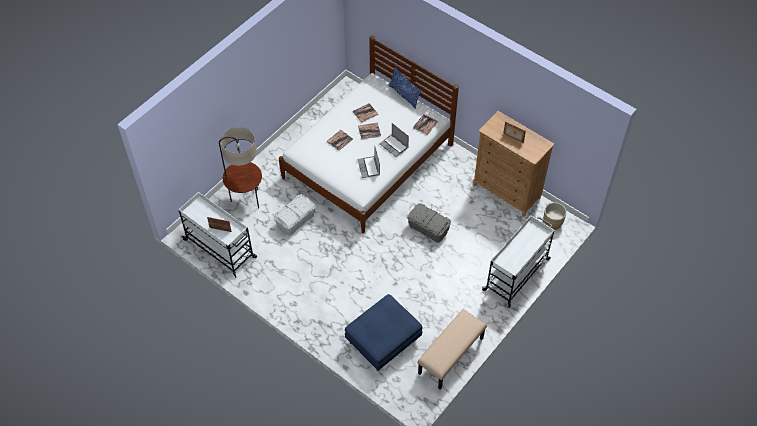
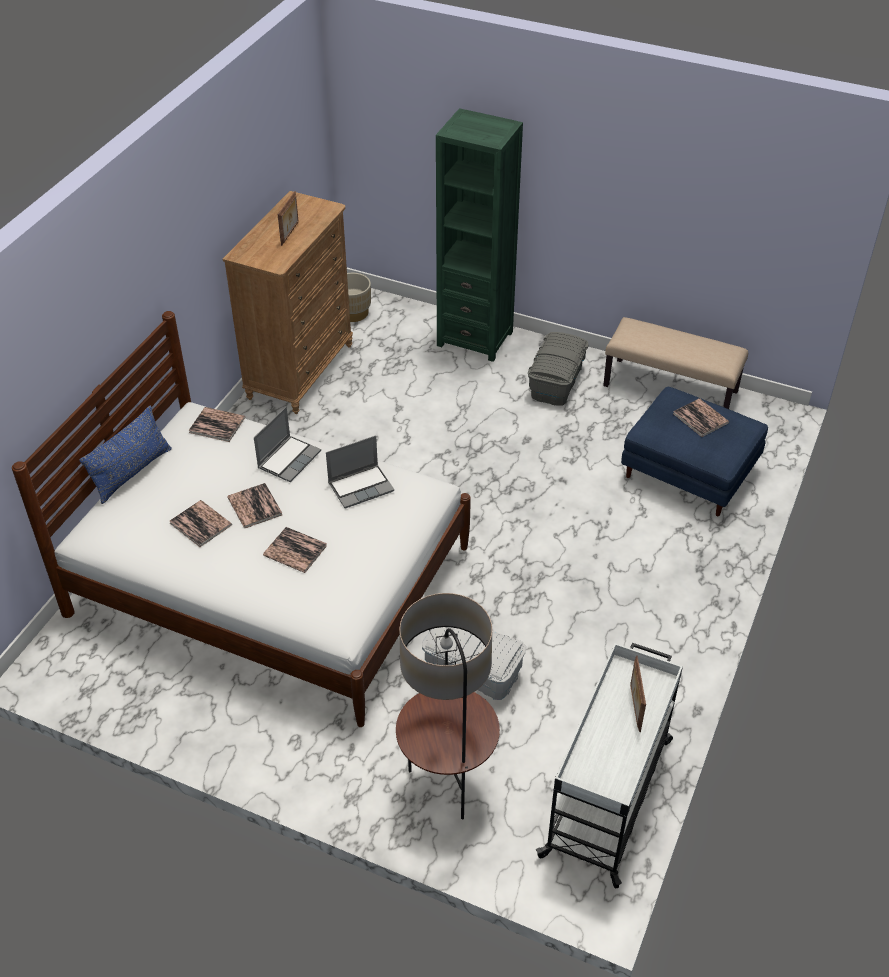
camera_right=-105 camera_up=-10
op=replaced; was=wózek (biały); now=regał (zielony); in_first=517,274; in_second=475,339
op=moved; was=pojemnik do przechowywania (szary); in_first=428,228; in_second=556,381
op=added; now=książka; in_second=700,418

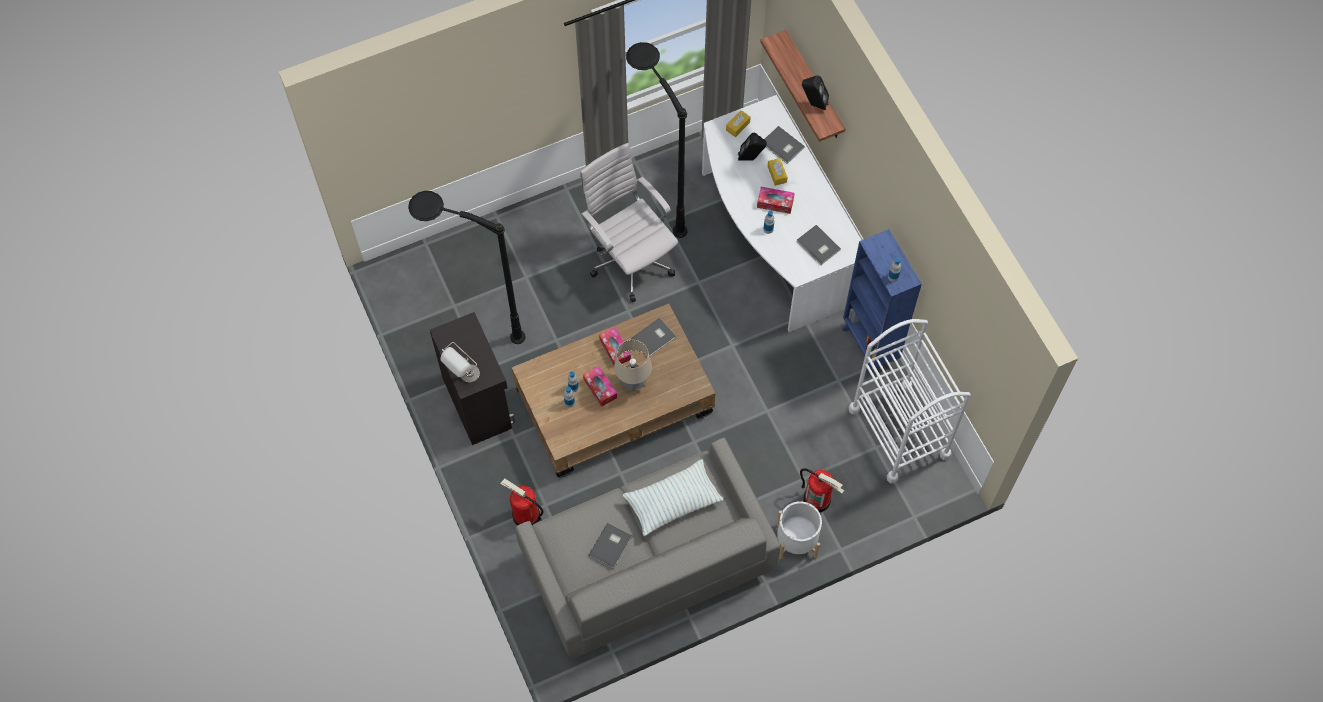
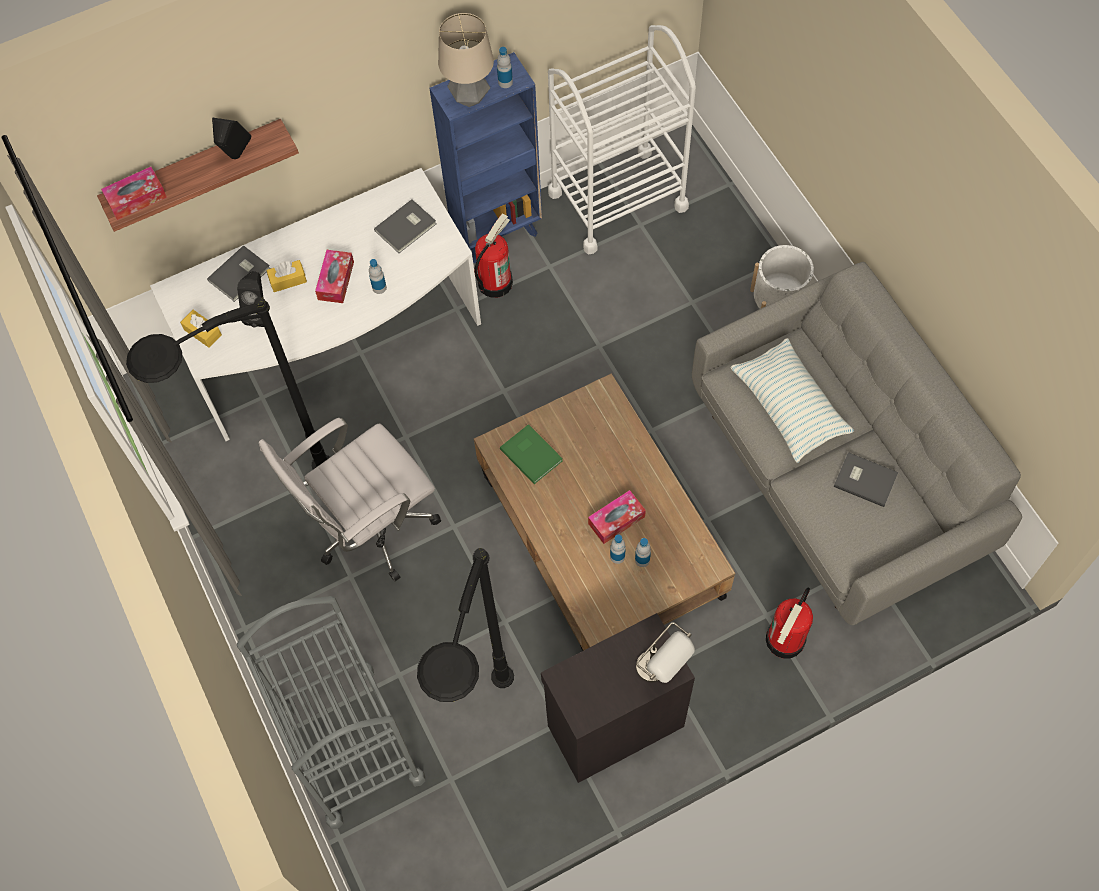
camera_right=-90 camera_up=0
op=moved; was=pudełko chusteczek; in_first=615,349; in_second=136,198
op=added; now=wózek (szary); in_second=350,745
op=moved; was=lampa stołowa; in_first=633,382; in_second=469,98
op=moved; was=gaśnica; in_first=817,499; in_second=494,282
op=recoloured; was=książka (szary); now=książka (zielony); in_first=654,338; in_second=531,453

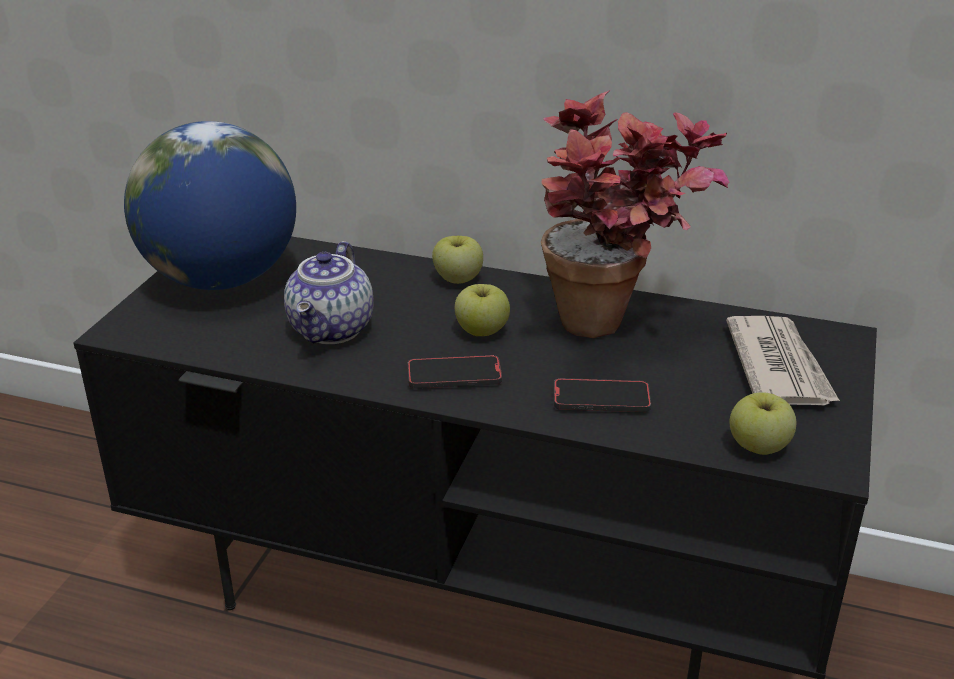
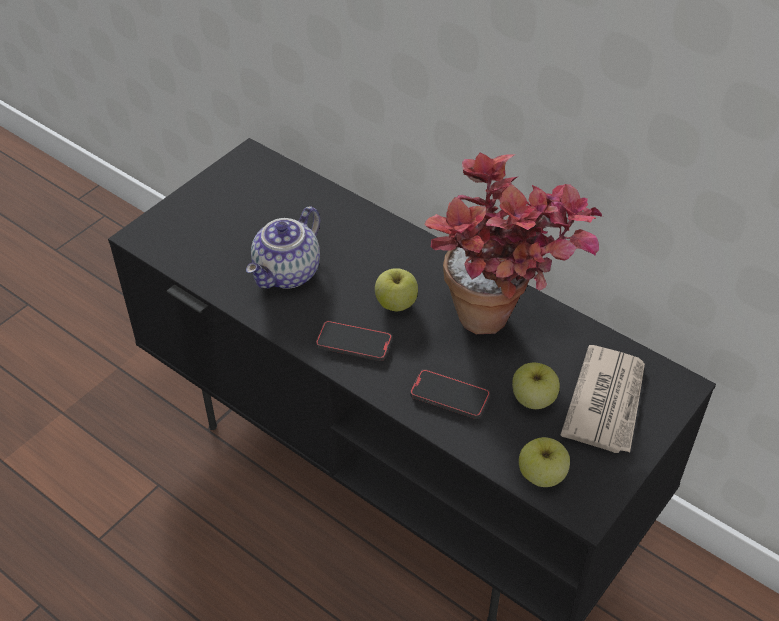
camera_right=20 camera_up=15
op=moved; was=jabłko; in_first=458,279; in_second=533,399
op=removed; was=globus; in_first=222,279

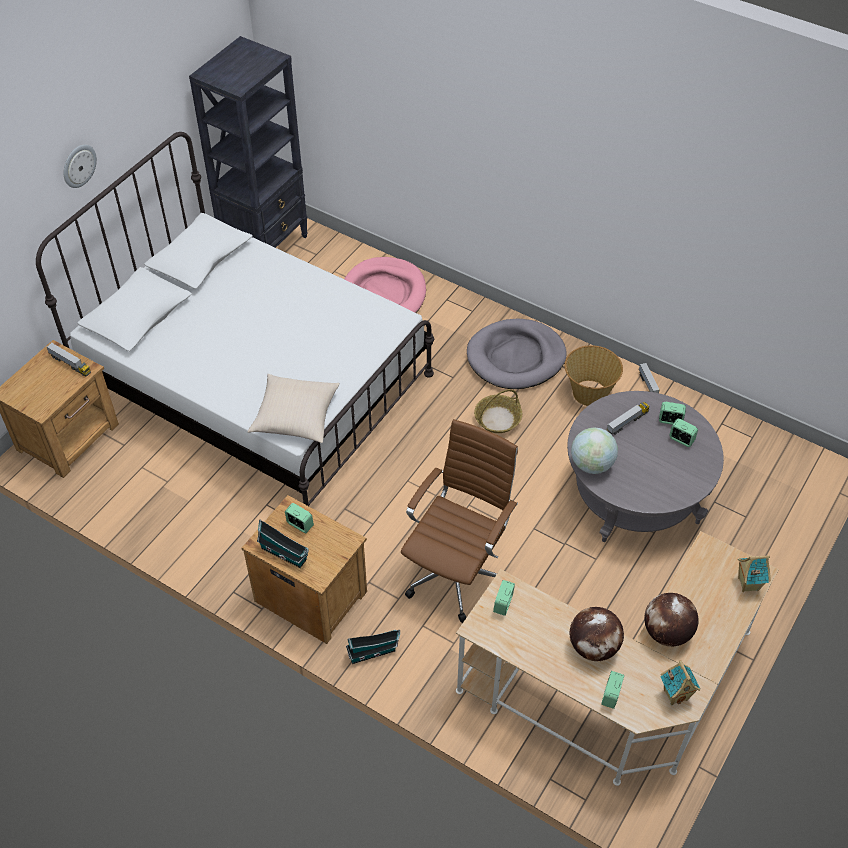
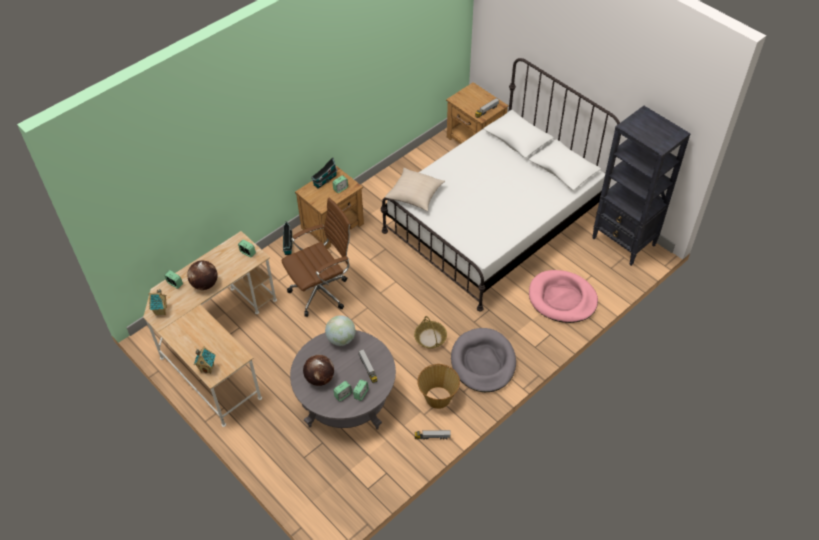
camera_right=105 camera_up=0
op=turned; was=krzesło biurowe (brązowy); in_first=457,572; in_second=322,291; clockwise=-75
op=moved; was=globus; in_first=666,633; in_second=319,378
op=removed; was=zegar ścienny; in_first=78,165

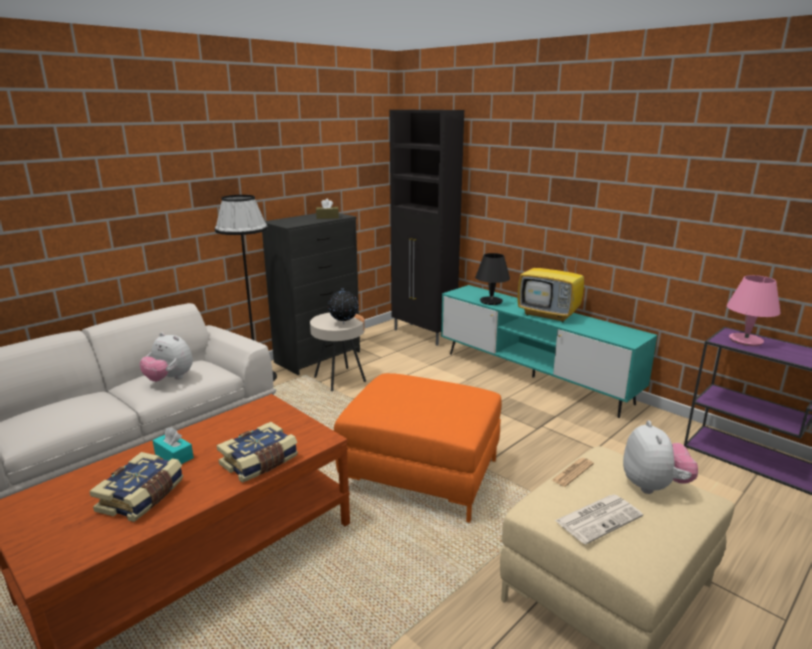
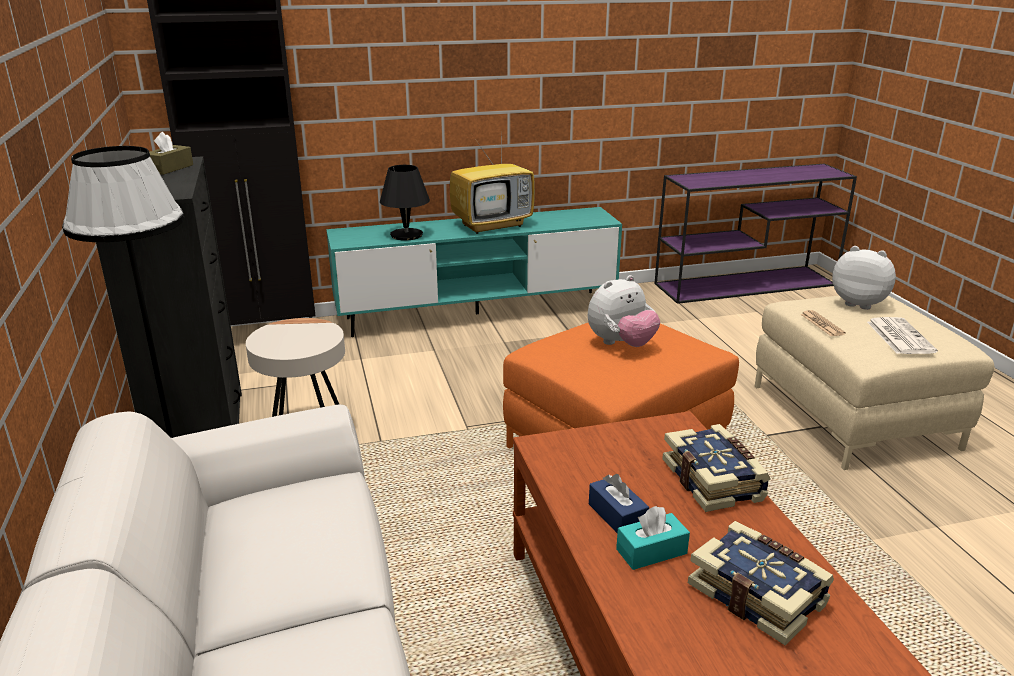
camera_right=-60 camera_up=5
op=moved; was=pluszak; in_first=169,379; in_second=621,344
op=added; now=pudełko chusteczek (niebieski); in_second=617,516
op=removed; was=globus; in_first=344,324
op=removed; was=lampa stołowa (różowy); in_first=746,340

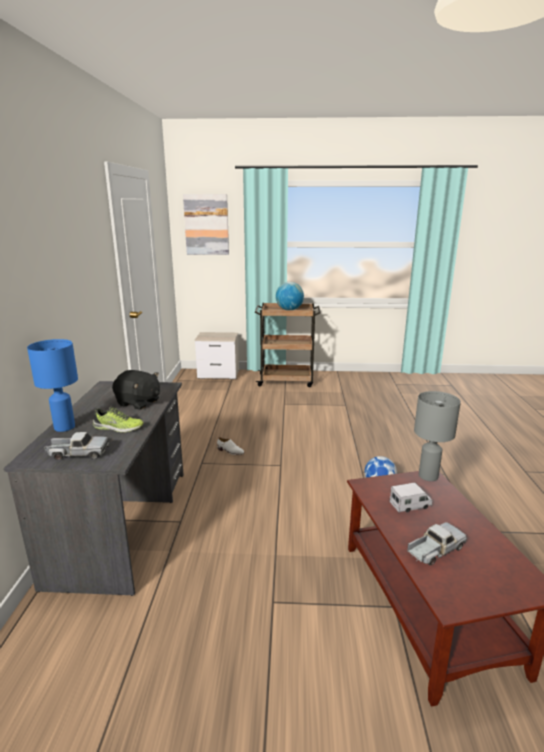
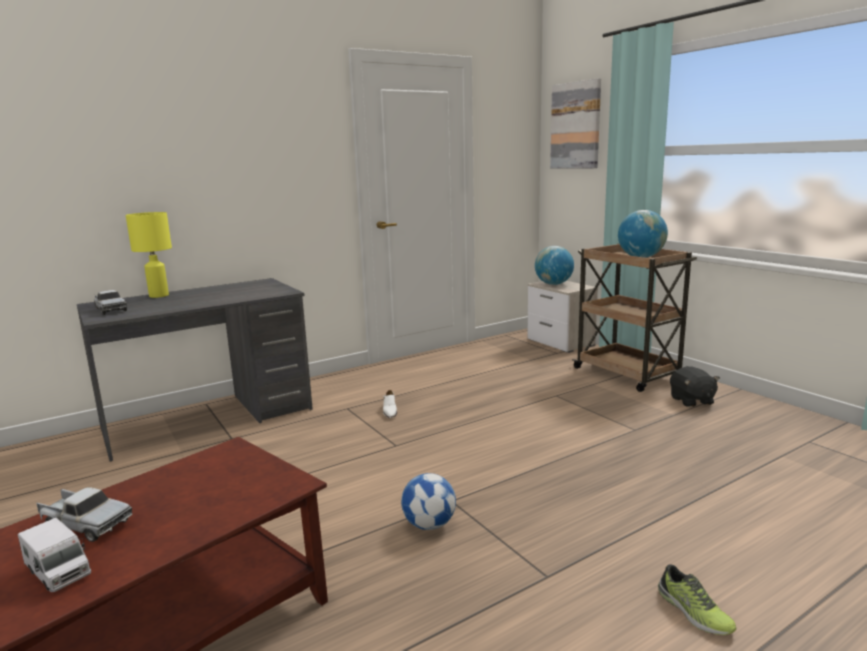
camera_right=55 camera_up=-5
op=moved; was=ciężarówka zabawkowa; in_first=410,505; in_second=58,571
op=recoloured; was=lampa stołowa (niebieski); now=lampa stołowa (żółty); in_first=65,427; in_second=159,295
op=added; now=globus; in_second=553,284
op=moved; was=but; in_first=118,428; in_second=693,612
op=moved; was=pluszak (czarny); in_first=138,403; in_second=691,401
op=removed; was=lampa stołowa (szary); in_first=429,476

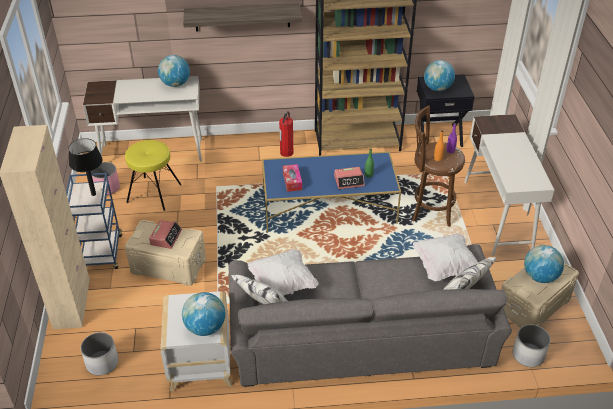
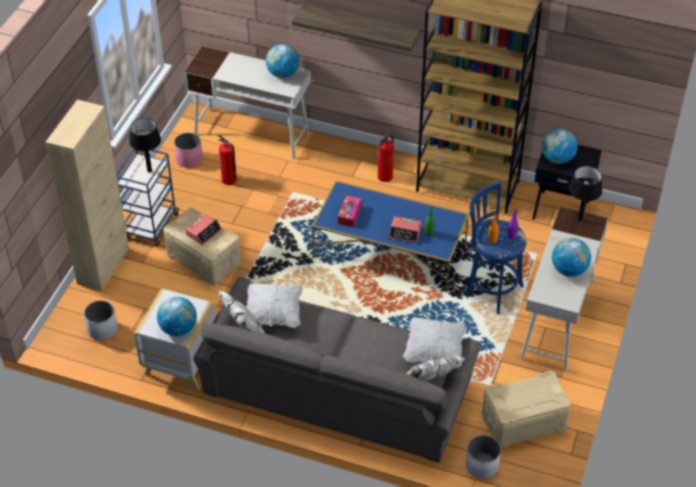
camera_right=25 camera_up=5
op=replaced; was=stołek (żółty); now=gaśnica; in_first=153,193; in_second=229,180
op=recoloured; was=stołek (brązowy); now=stołek (niebieski); in_first=430,210; in_second=491,289
op=moved; was=globus; in_first=540,276; in_second=569,270
op=added; now=lampa stołowa (czarny); in_second=580,220

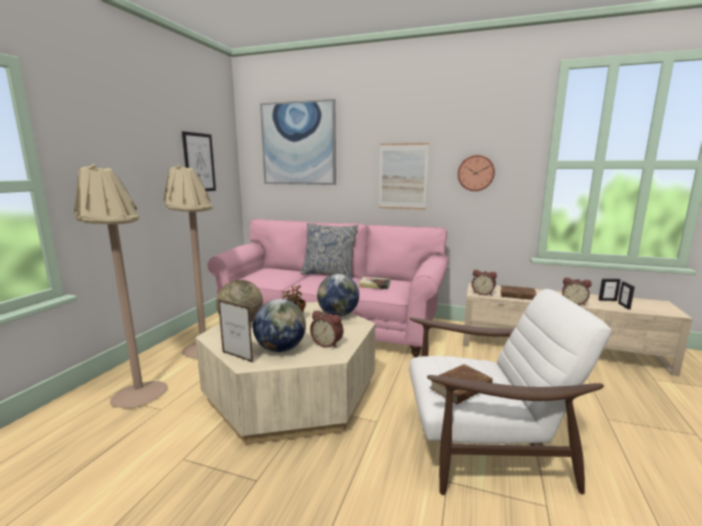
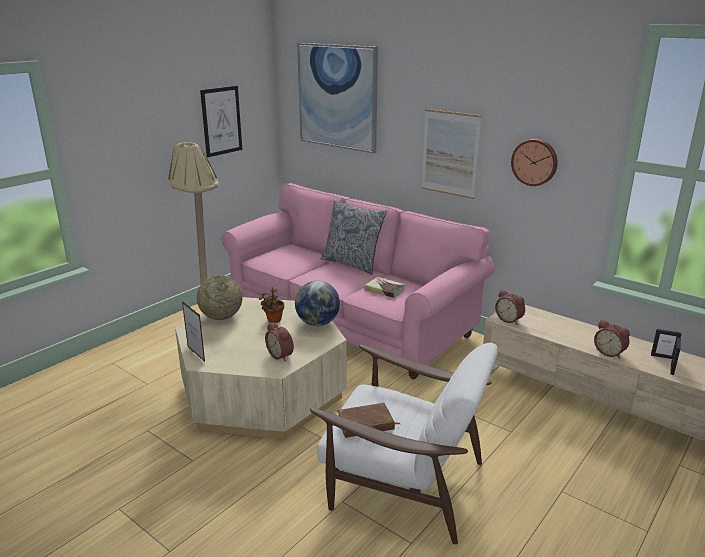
camera_right=20 camera_up=10
op=removed; was=lampa stojąca (beżowy); in_first=136,390
op=removed; was=globus; in_first=281,349
op=removed; was=książka (brązowy); in_first=517,295

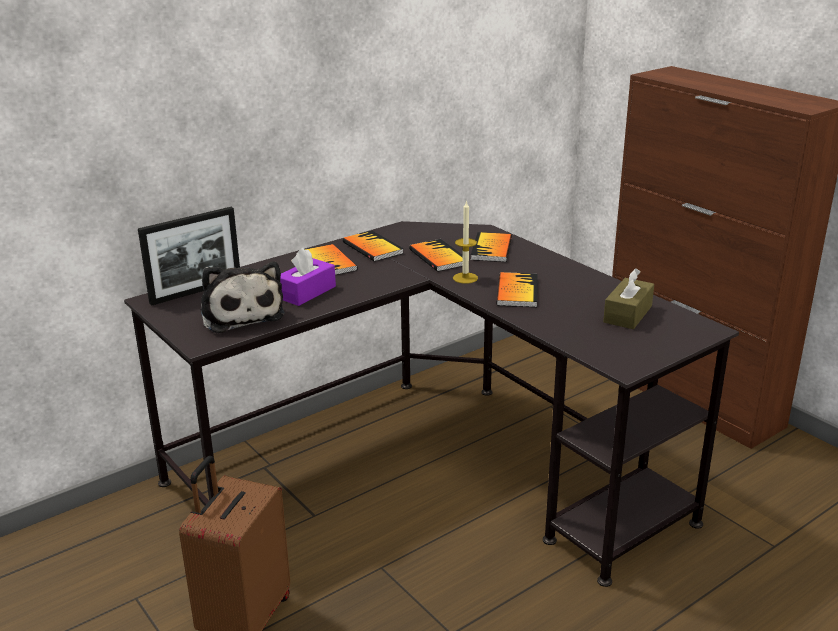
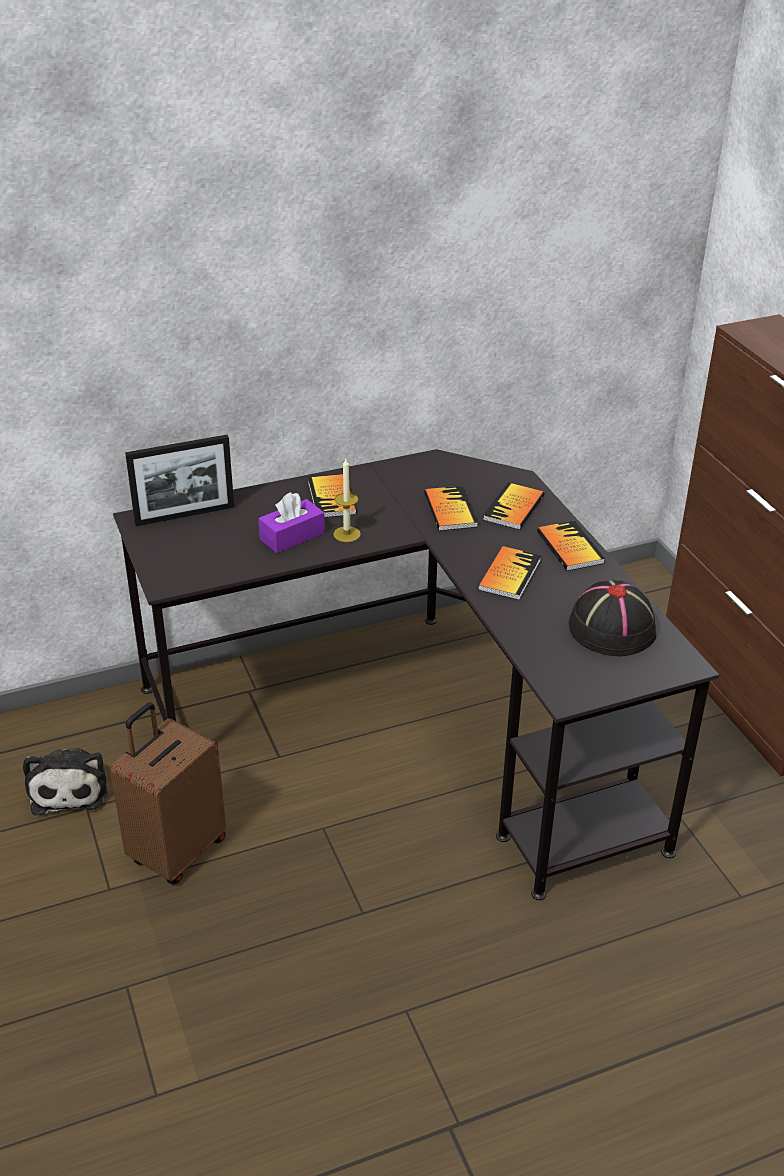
camera_right=15 camera_up=10
op=moved; was=pluszak; in_first=241,313; in_second=69,787
op=moved; was=świeca; in_first=465,278; in_second=346,534
op=moved; was=książka; in_first=372,248; in_second=570,548
op=replaced; was=pudełko chusteczek (brązowy); now=kapelusz (czarny); in_first=627,314; in_second=611,628

